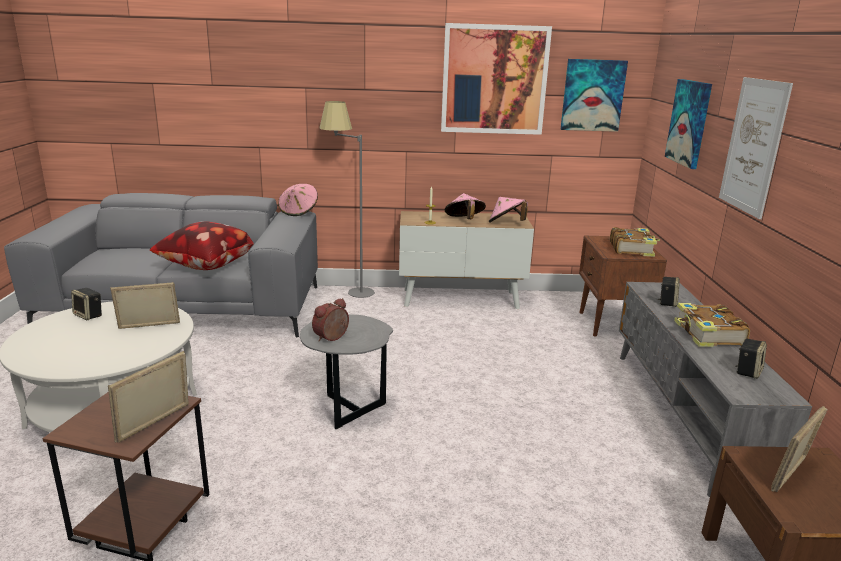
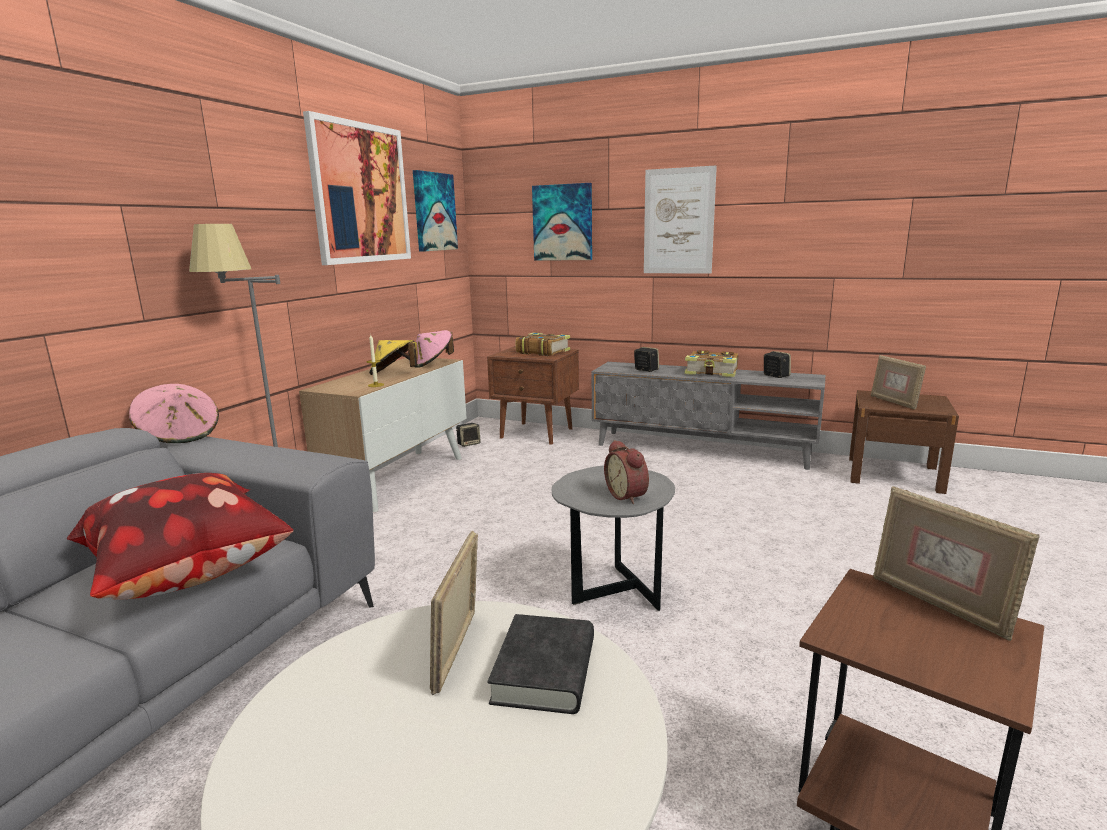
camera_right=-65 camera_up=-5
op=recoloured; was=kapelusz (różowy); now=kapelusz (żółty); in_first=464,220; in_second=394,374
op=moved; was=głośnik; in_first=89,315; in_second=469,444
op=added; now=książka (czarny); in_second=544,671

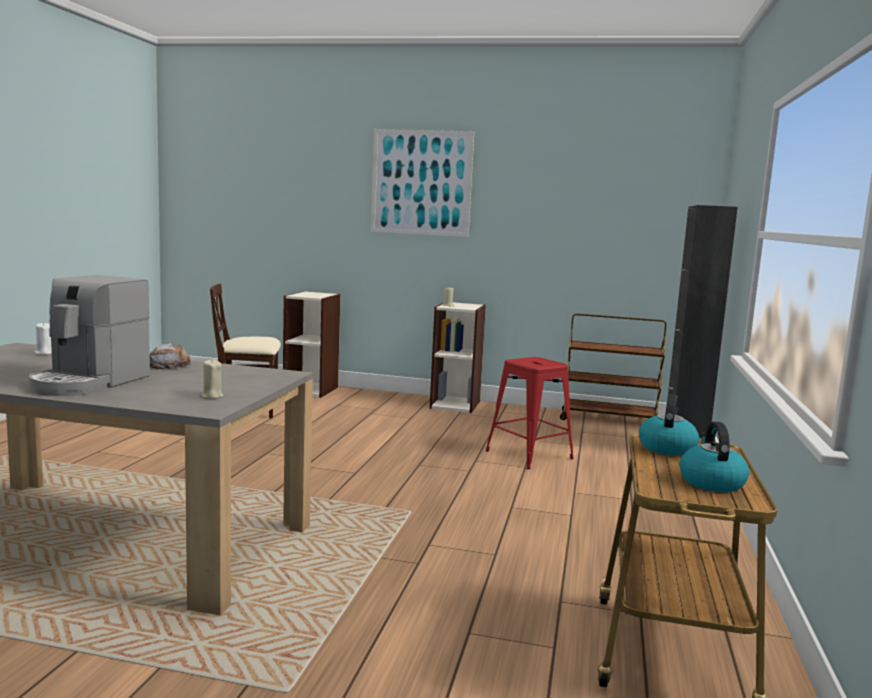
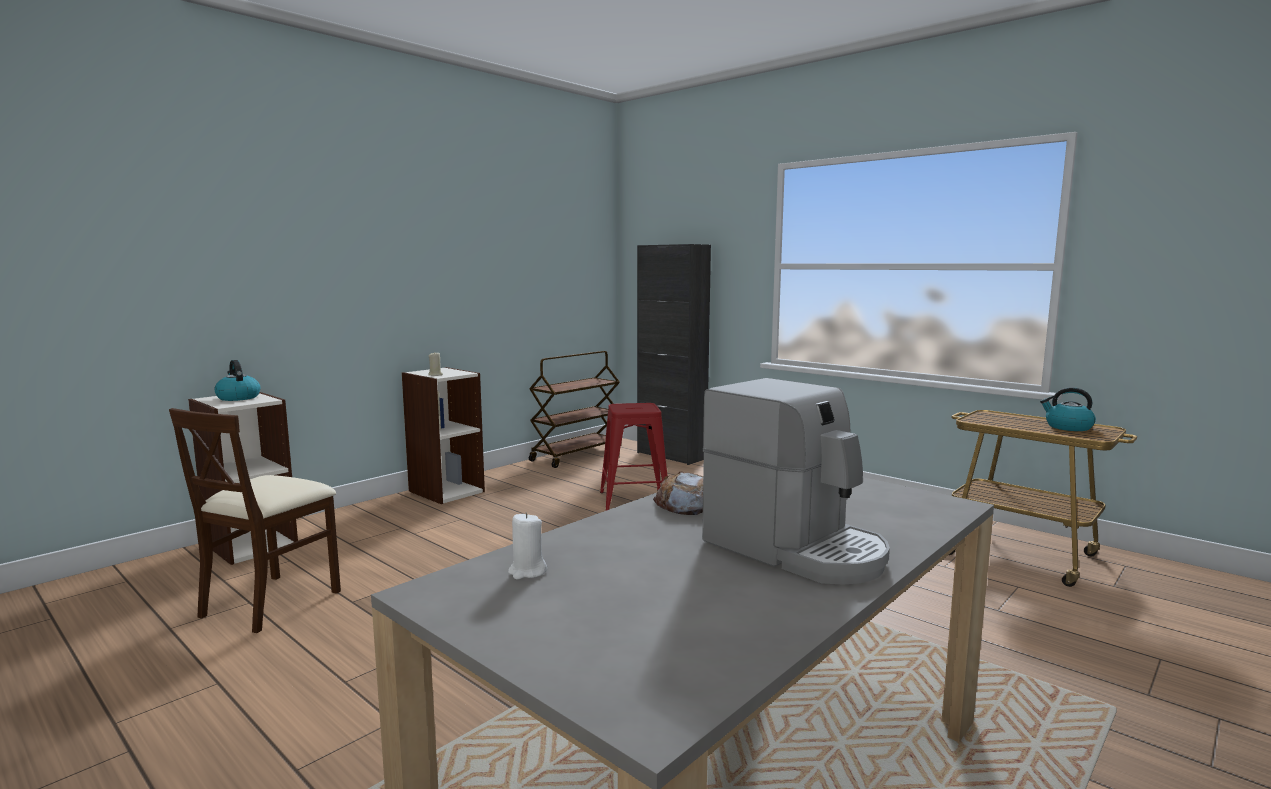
camera_right=-60 camera_up=0
op=moved; was=czajnik; in_first=666,448; in_second=238,397
op=removed; was=świeca (beżowy); in_first=211,396
op=removed; was=obraz; in_first=421,182

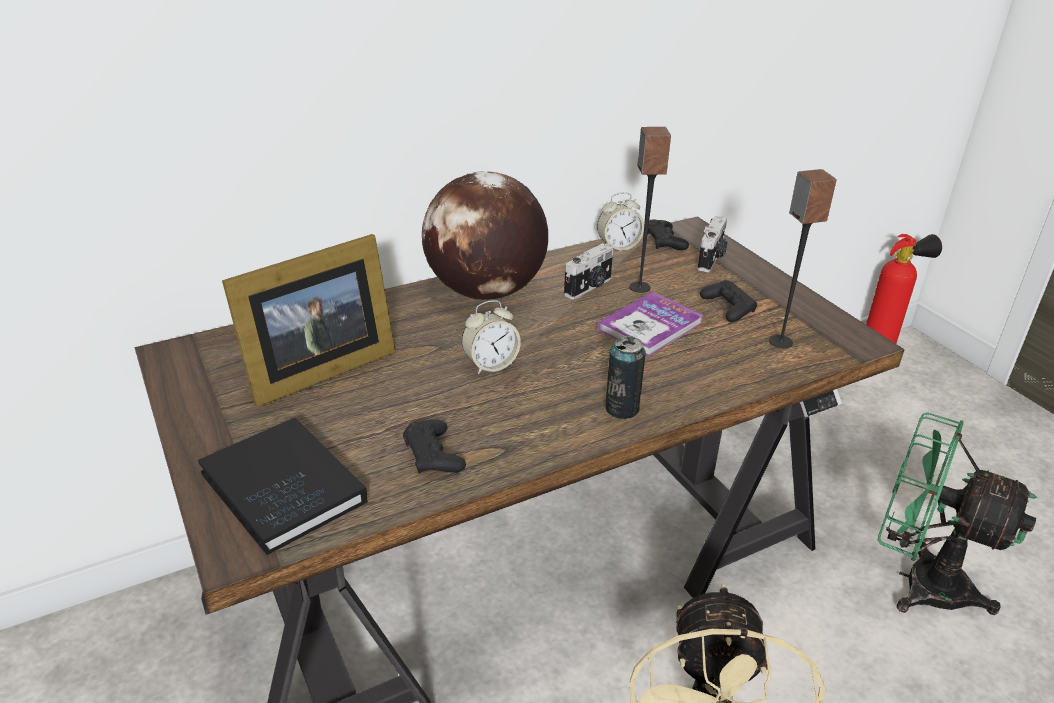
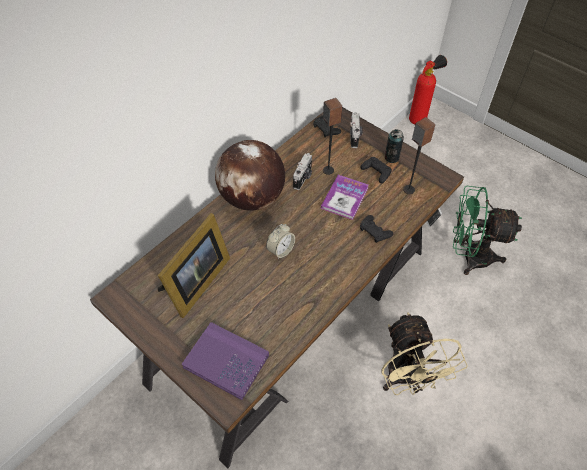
camera_right=-20 camera_up=20
op=recoloured; was=książka (czarny); now=książka (fioletowy); in_first=283,488; in_second=226,361
op=moved; was=pad do gier (czarny); in_first=433,455; in_second=374,231
op=moved; was=puszka; in_first=622,408; in_second=391,157
op=removed; was=budzik; in_first=618,247

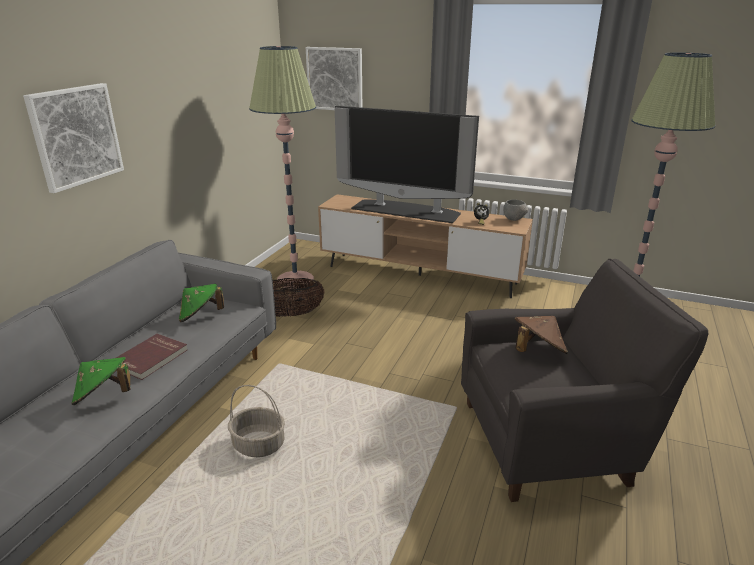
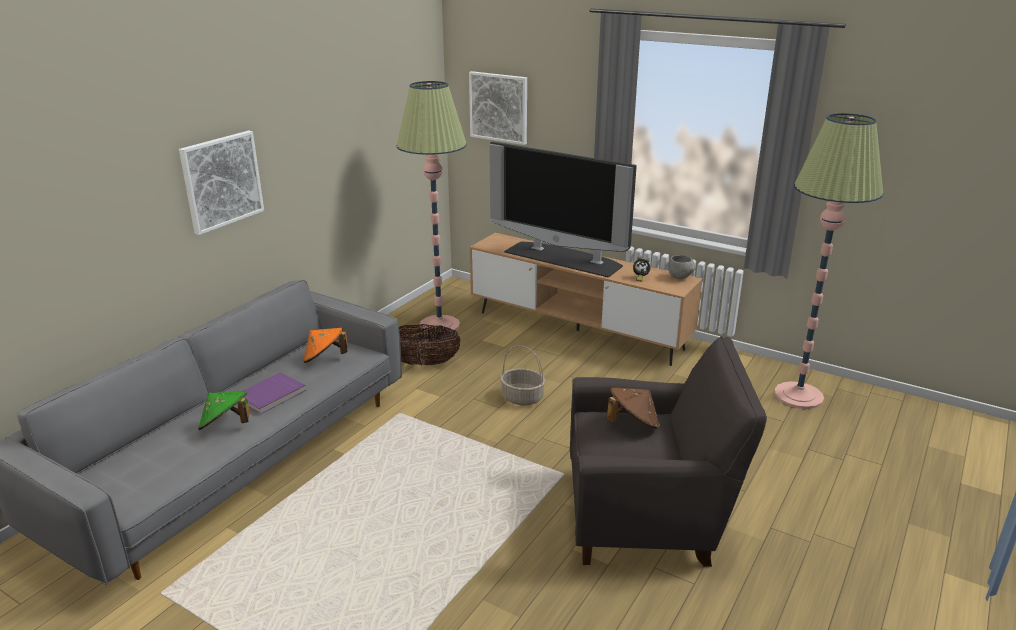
camera_right=10 camera_up=0
op=recoloured; was=książka (czerwony); now=książka (fioletowy); in_first=151,358; in_second=271,395
op=recoloured; was=kapelusz (zielony); now=kapelusz (pomarańczowy); in_first=200,316; in_second=325,358
op=moved; was=koszyk; in_first=258,445; in_second=521,398

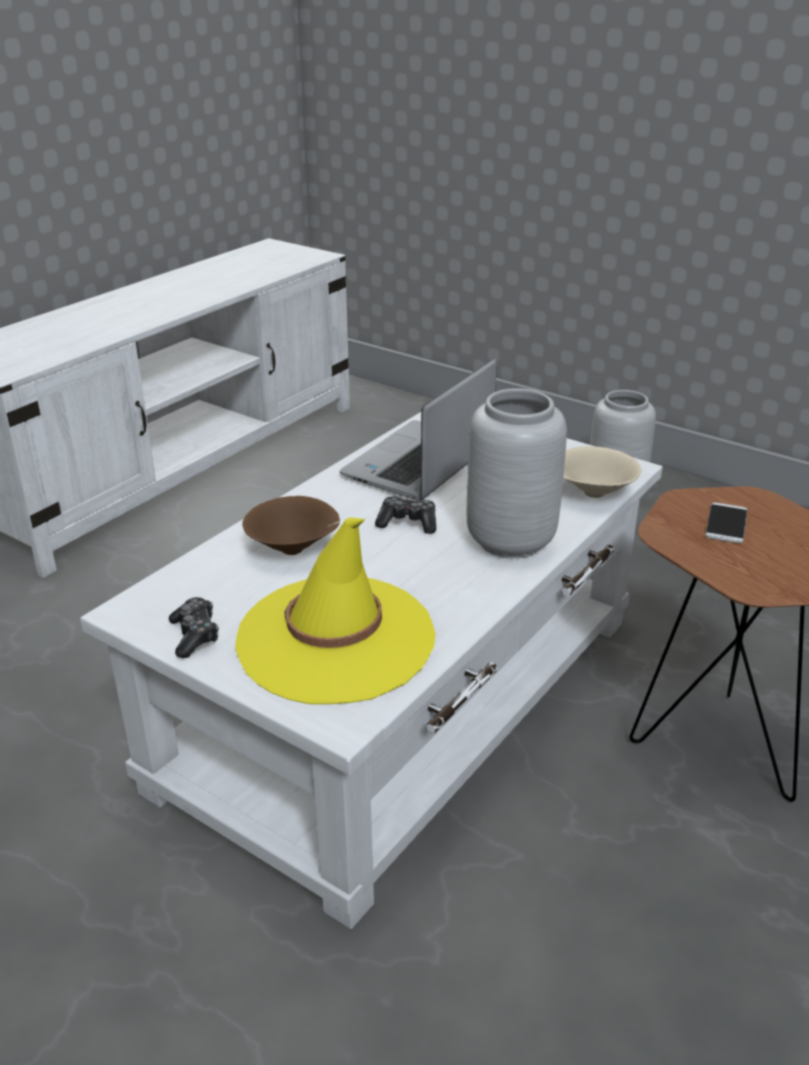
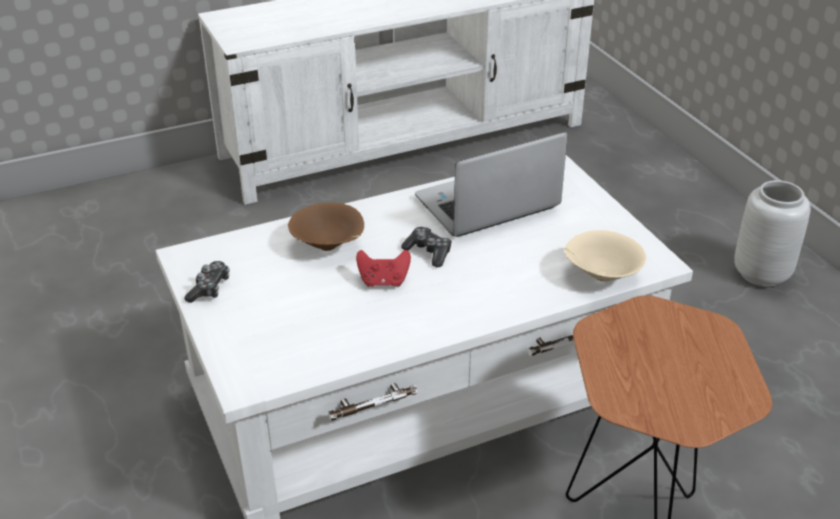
camera_right=30 camera_up=5
op=added; now=pad do gier (czerwony); in_second=383,281
op=removed; was=kapelusz (żółty); in_first=335,639
op=removed; was=wazon (szary); in_first=512,541
op=removed; was=telefon; in_first=726,524

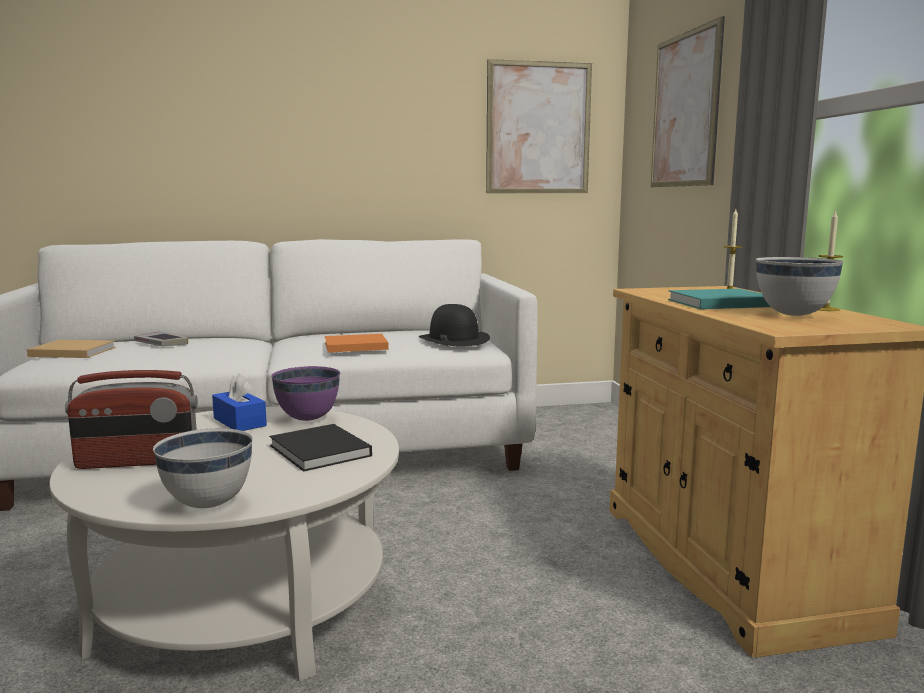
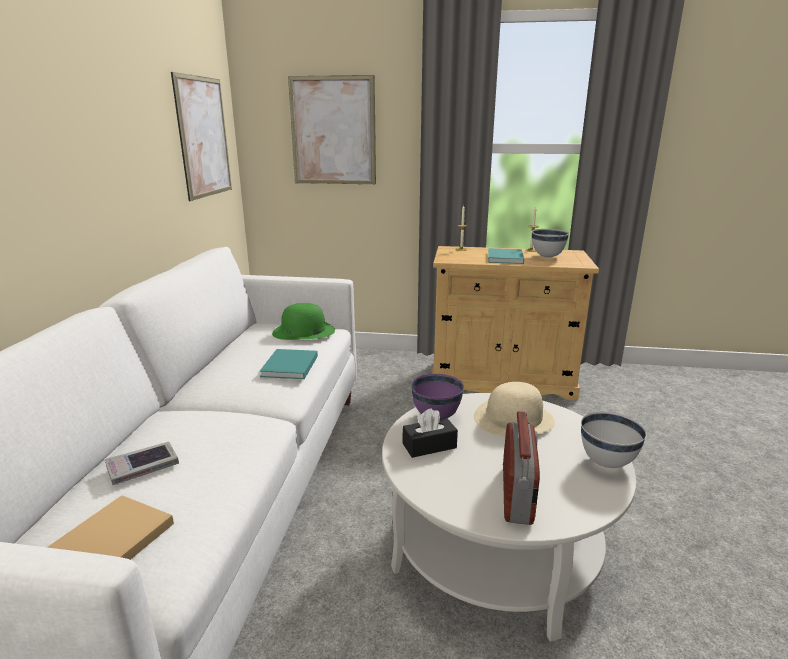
camera_right=-70 camera_up=10
op=recoloured; was=książka (pomarańczowy); now=książka (turkusowy); in_first=353,346; in_second=289,367
op=recoloured; was=kapelusz (czarny); now=kapelusz (zielony); in_first=453,339; in_second=303,331
op=recoloured; was=pudełko chusteczek (niebieski); now=pudełko chusteczek (czarny); in_first=239,422; in_second=429,446
op=replaced; was=książka (czarny); now=kapelusz (beżowy); in_first=321,451; in_second=514,418

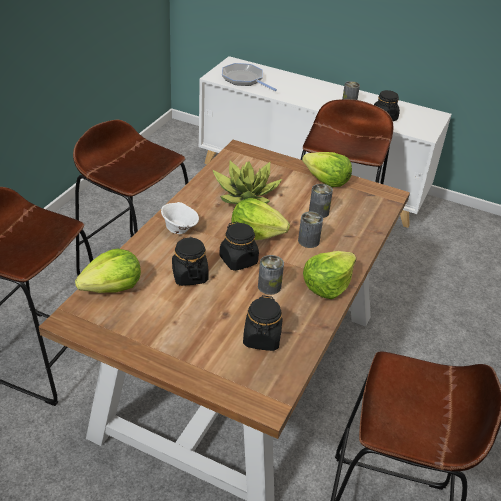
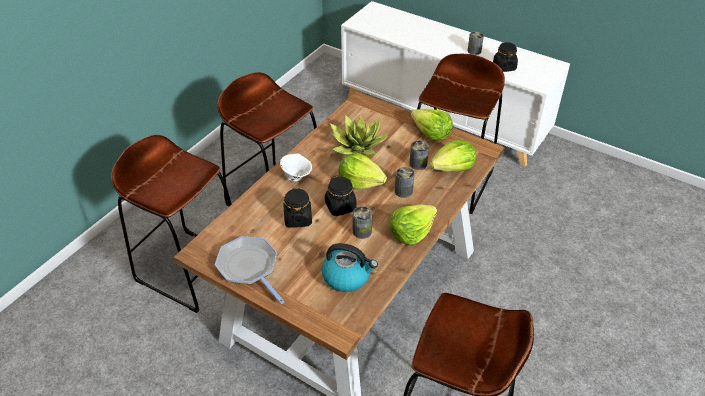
camera_right=10 camera_up=5
op=moved; was=patelnia; in_first=244,79; in_second=249,267
op=replaced; was=słoik (czarny); now=czajnik; in_first=262,338; in_second=347,276
op=moved; was=sałata; in_first=112,287; in_second=453,168

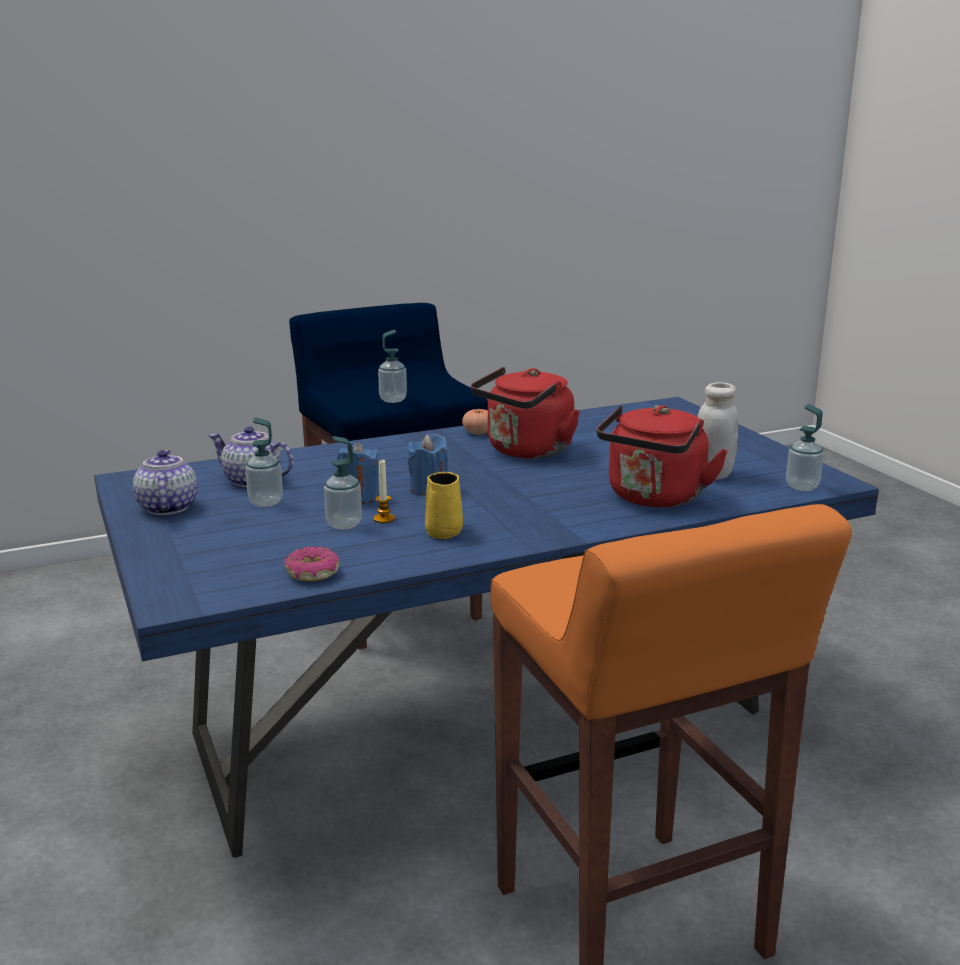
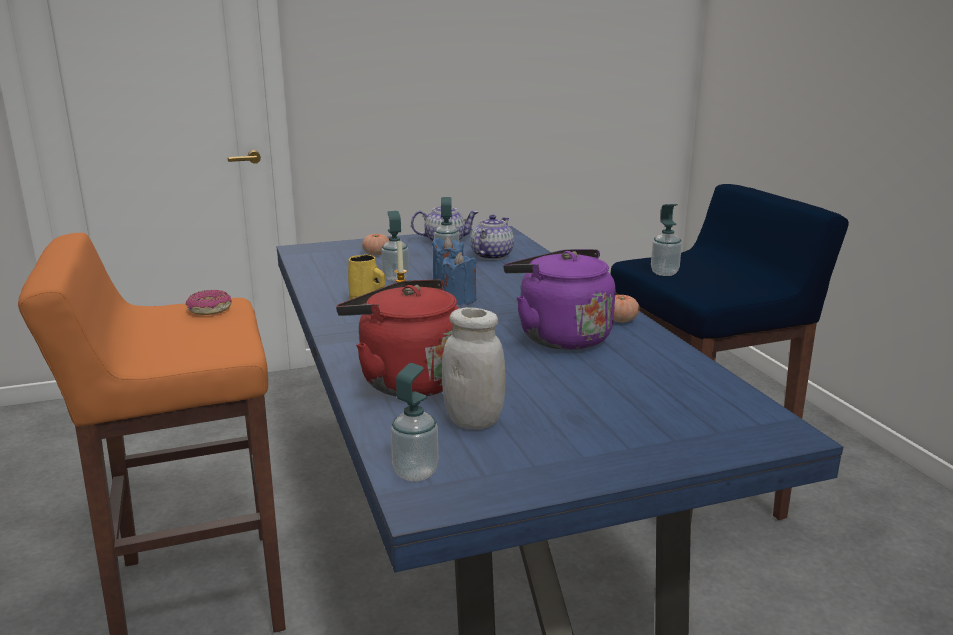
camera_right=95 camera_up=0
op=moved; was=donut; in_first=312,573; in_second=209,310
op=added; now=pomidor; in_second=376,253
op=recoloured; was=czajnik (czerwony); now=czajnik (fioletowy); in_first=526,451; in_second=559,336

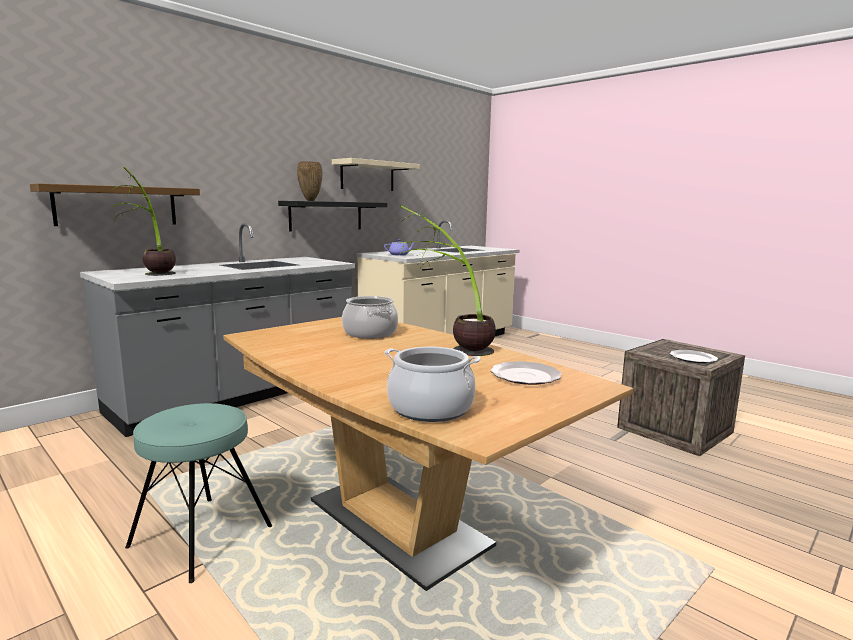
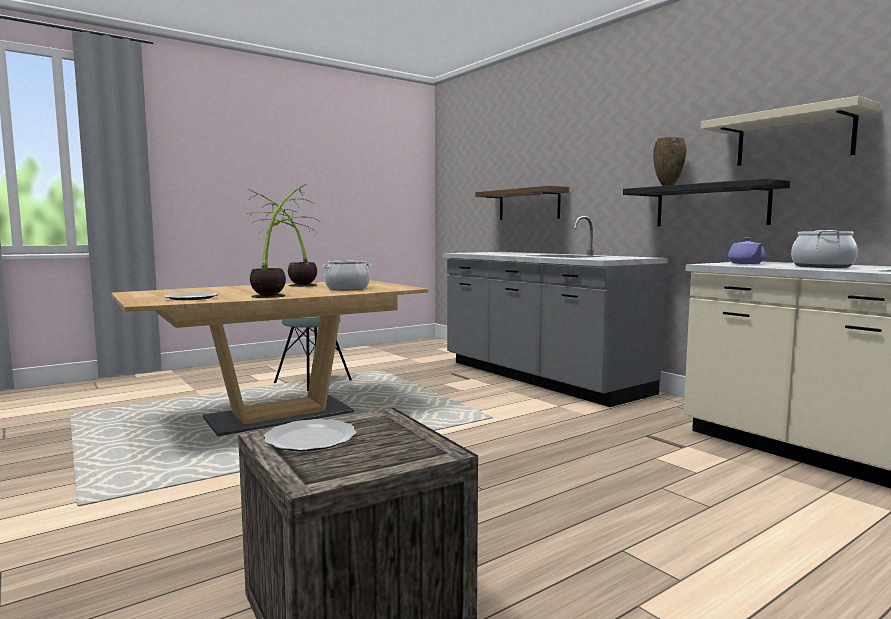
camera_right=100 camera_up=-5
op=moved; was=roślina doniczkowa; in_first=152,276; in_second=286,285
op=moved; was=garnek; in_first=430,409; in_second=822,266

